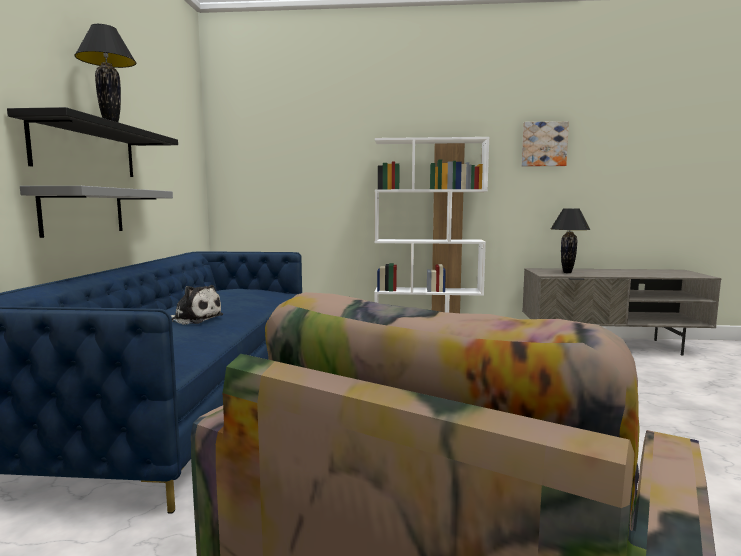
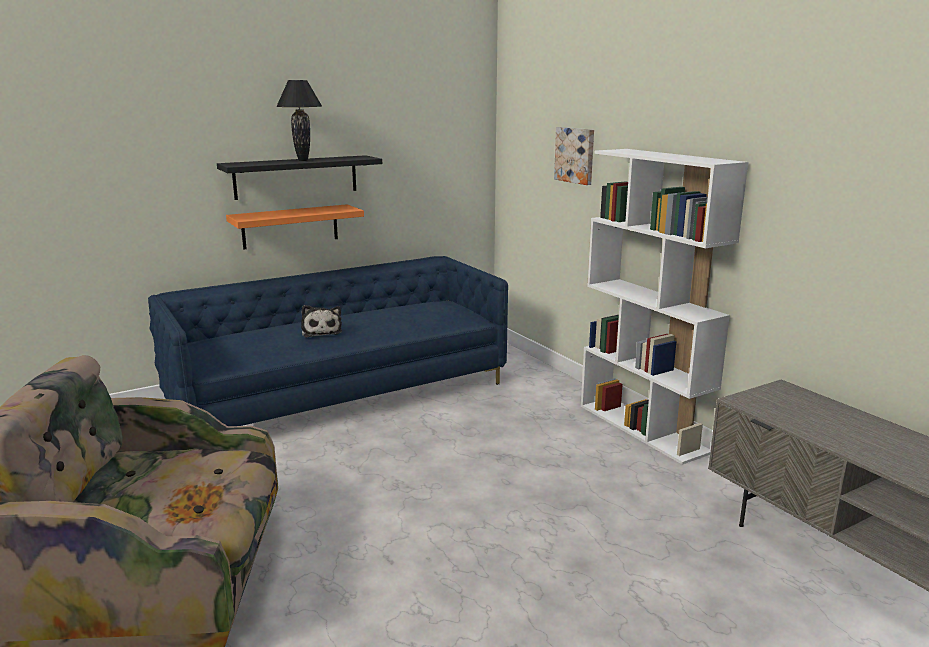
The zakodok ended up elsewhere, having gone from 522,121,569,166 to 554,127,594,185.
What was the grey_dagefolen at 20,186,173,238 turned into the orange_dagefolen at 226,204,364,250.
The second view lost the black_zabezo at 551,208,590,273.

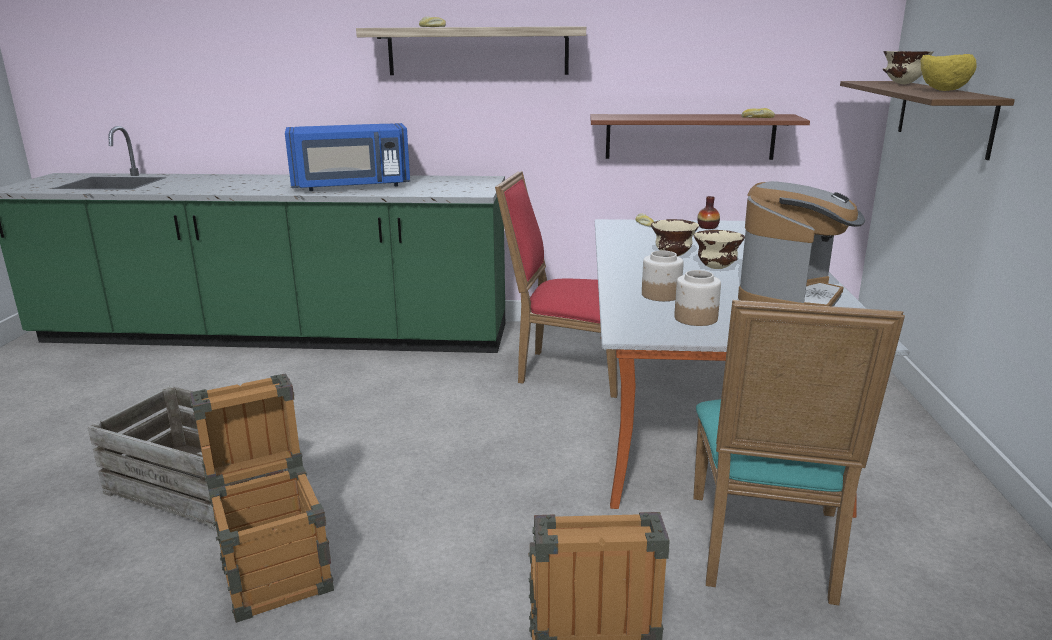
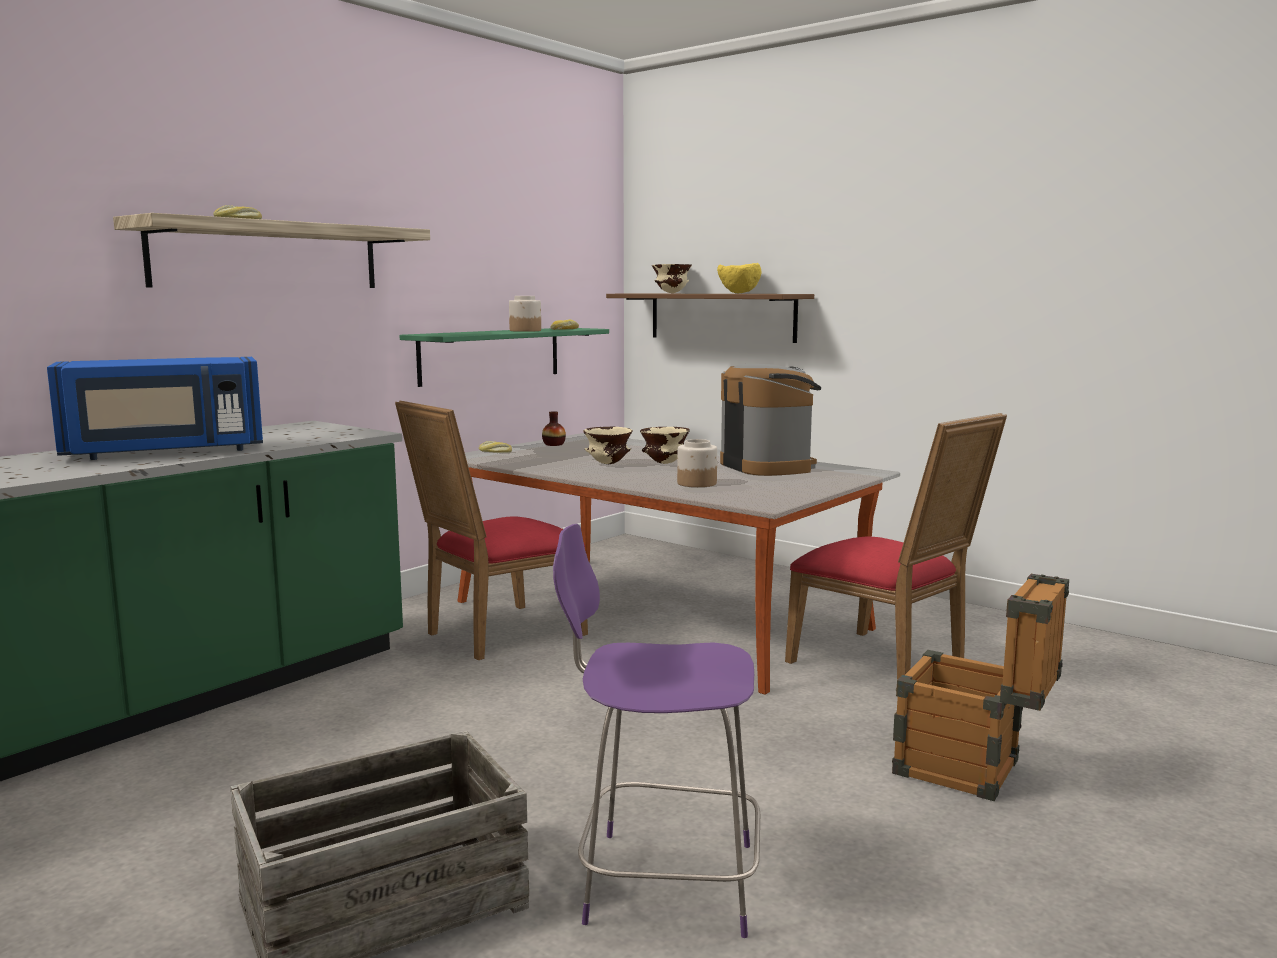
What was the brown_dagefolen at 590,114,810,160 turned into the green_dagefolen at 399,328,609,387.
The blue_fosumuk at 285,123,410,191 ended up facing another way, 45 degrees clockwise from before.
The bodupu ended up elsewhere, having gone from 674,270,721,326 to 509,296,541,332.
What was the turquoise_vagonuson at 693,300,905,605 turned into the red_vagonuson at 785,413,1007,680.
Where the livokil stood at 190,373,334,623, the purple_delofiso came to stand at 553,524,760,938.

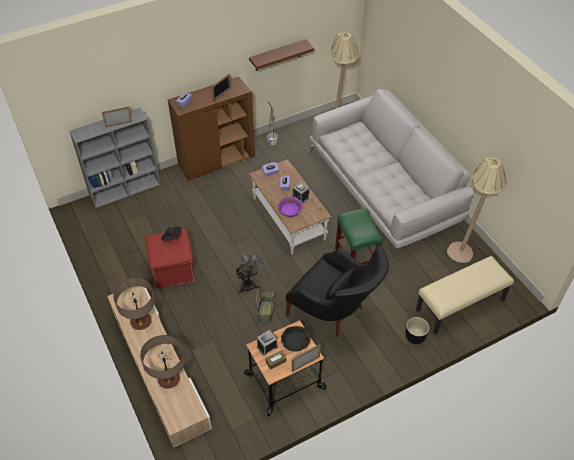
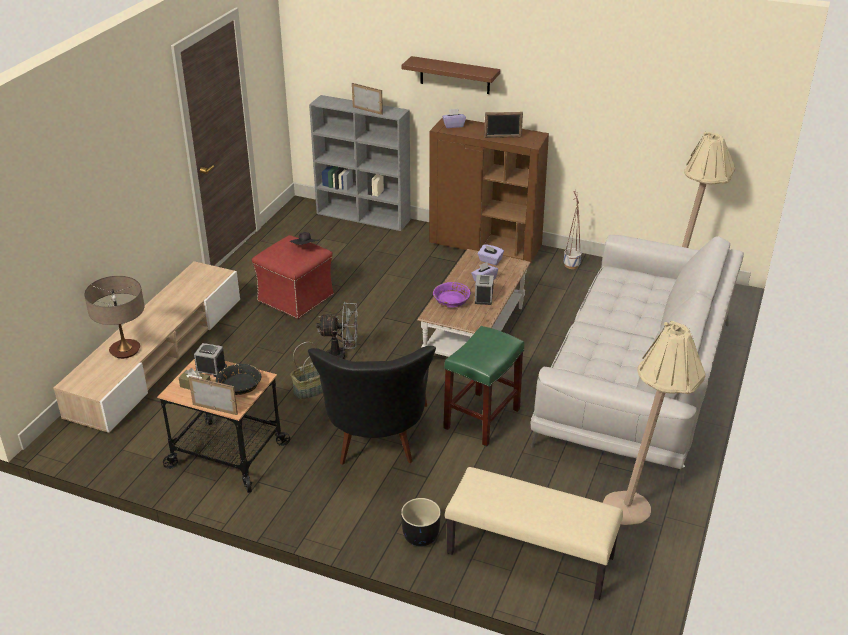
The brown_dagefolen ended up elsewhere, having gone from 249,39,314,71 to 402,56,500,94.
The second view lost the zabezo at 113,277,155,330.

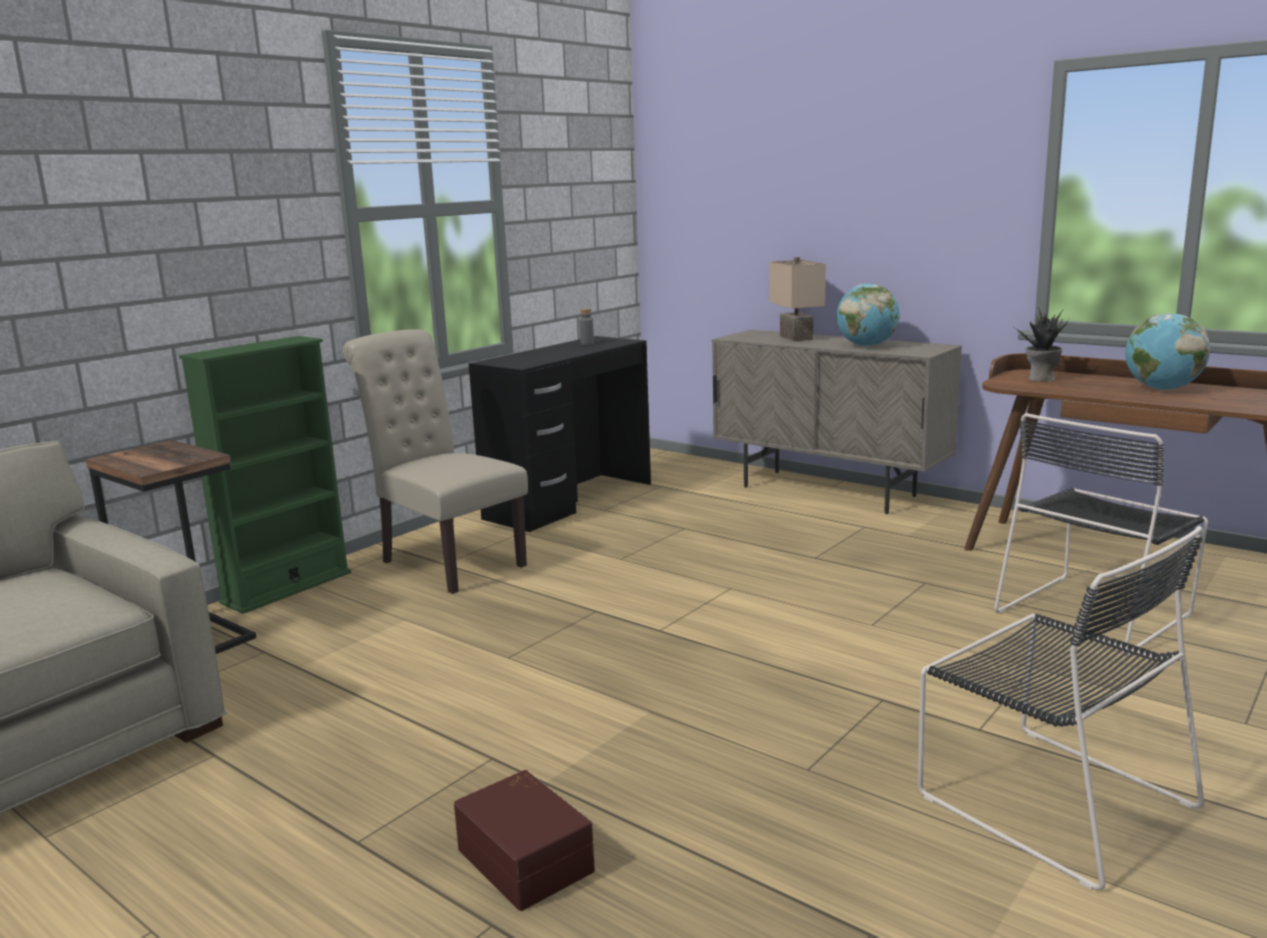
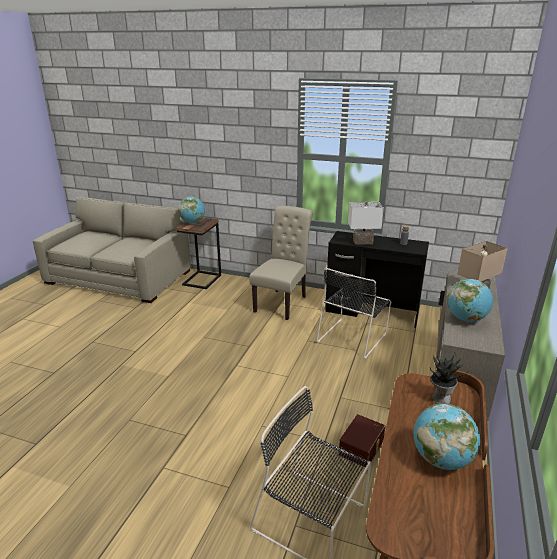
The second view lost the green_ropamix at 179,336,351,614.
The black_vagonuson ended up elsewhere, having gone from 918,526,1204,890 to 317,268,391,359.
The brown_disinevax ended up elsewhere, having gone from 454,770,595,911 to 339,414,385,467.
The second view gained the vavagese at 178,197,205,224.
The second view gained the white_zabezo at 348,201,384,244.

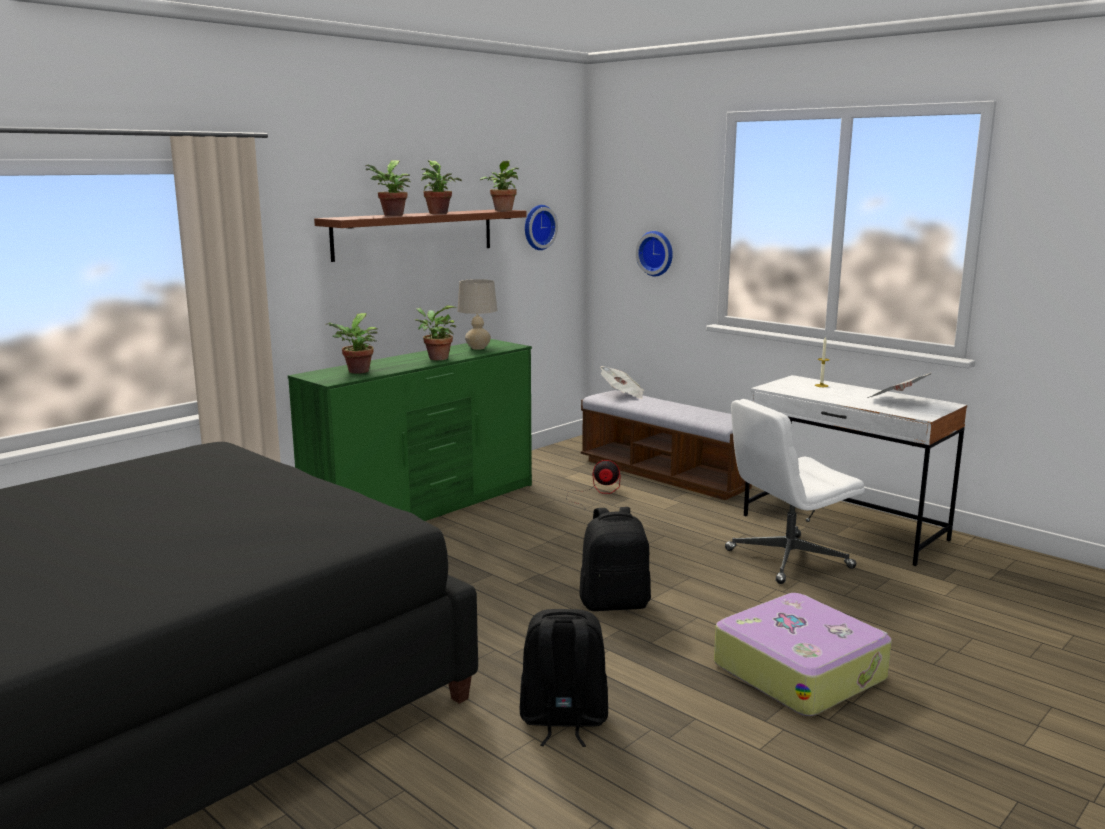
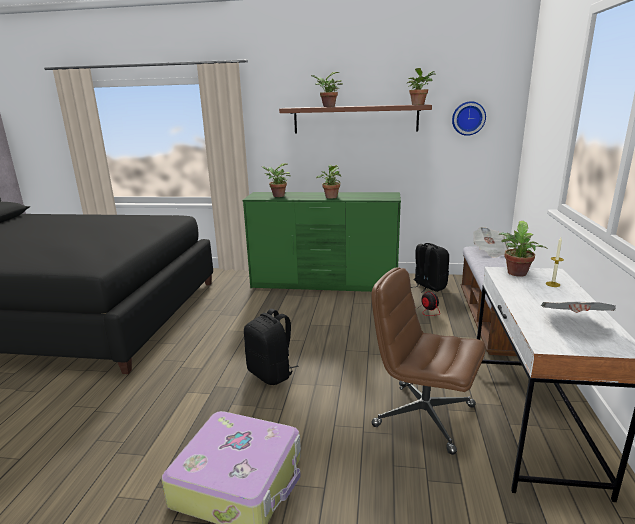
The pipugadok ended up elsewhere, having gone from 421,160,462,214 to 499,221,547,277.
The second view lost the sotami at 636,231,673,276.
The second view lost the beige_zabezo at 457,279,497,350.
What was the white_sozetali at 725,399,865,584 turned into the brown_sozetali at 371,267,485,455.
The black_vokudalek ended up elsewhere, having gone from 519,609,608,747 to 411,243,449,293.

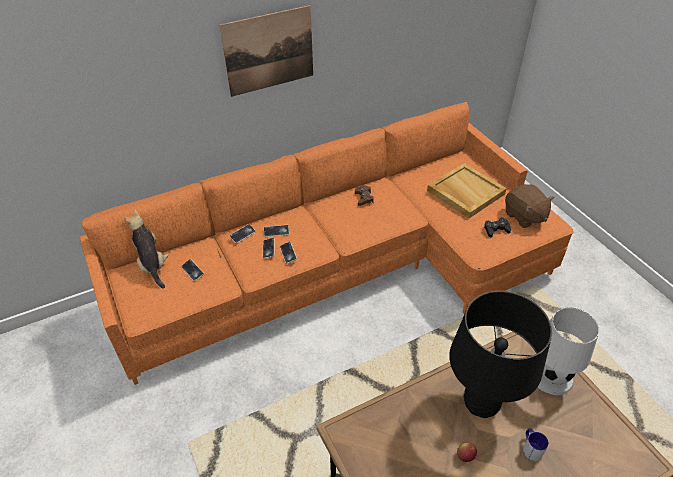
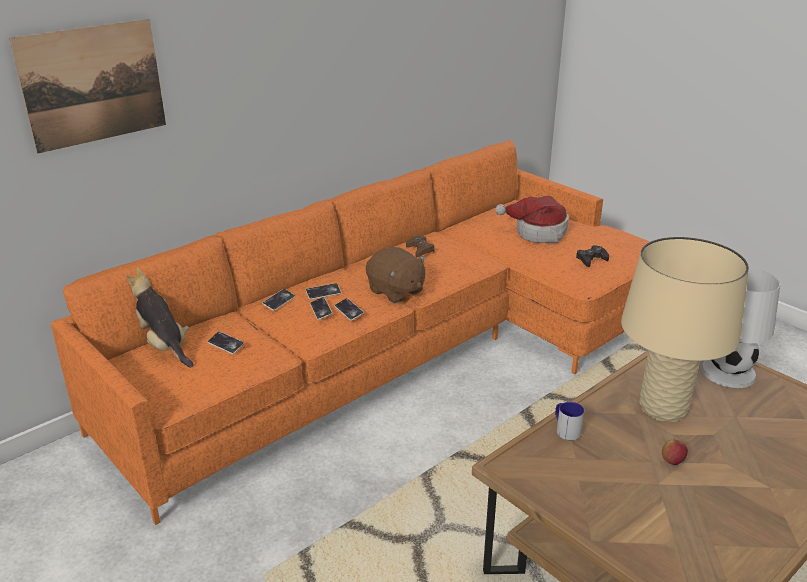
The zakodok ended up elsewhere, having gone from 220,5,313,97 to 9,19,166,153.
Where the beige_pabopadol stood at 427,163,507,218, the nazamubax came to stand at 495,196,569,243.
The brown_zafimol ended up elsewhere, having gone from 505,184,554,228 to 366,247,426,303.
What was the black_zabezo at 449,291,552,418 turned into the beige_zabezo at 621,237,749,422.
The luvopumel ended up elsewhere, having gone from 523,428,549,461 to 555,402,584,440.

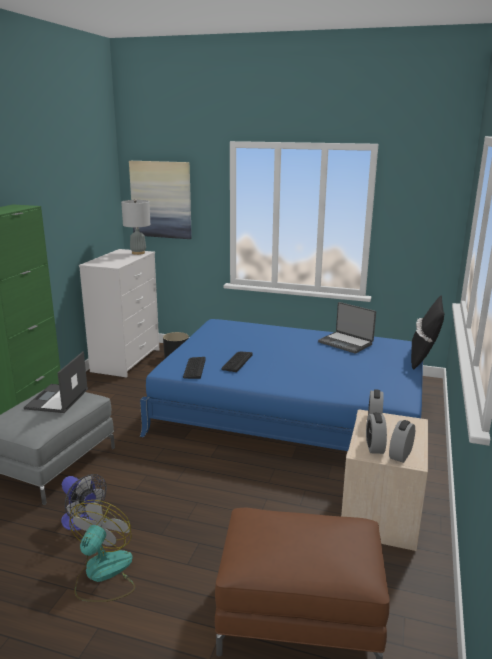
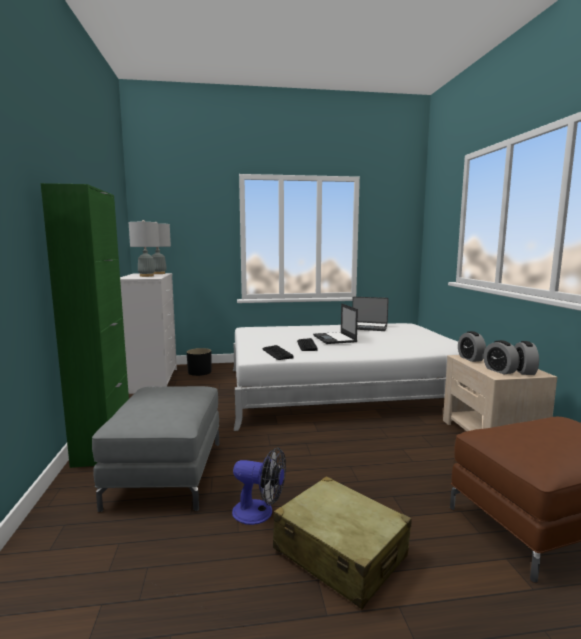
The second view lost the zakodok at 129,161,192,239.
The second view lost the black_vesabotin at 411,295,445,370.
What was the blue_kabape at 140,319,424,451 turned into the white_kabape at 233,323,459,431.
The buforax ended up elsewhere, having gone from 24,351,88,413 to 313,303,358,344.
Where the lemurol stood at 70,500,135,602, the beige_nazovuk came to stand at 273,476,412,609.
The second view gained the grey_zabezo at 129,220,160,277.

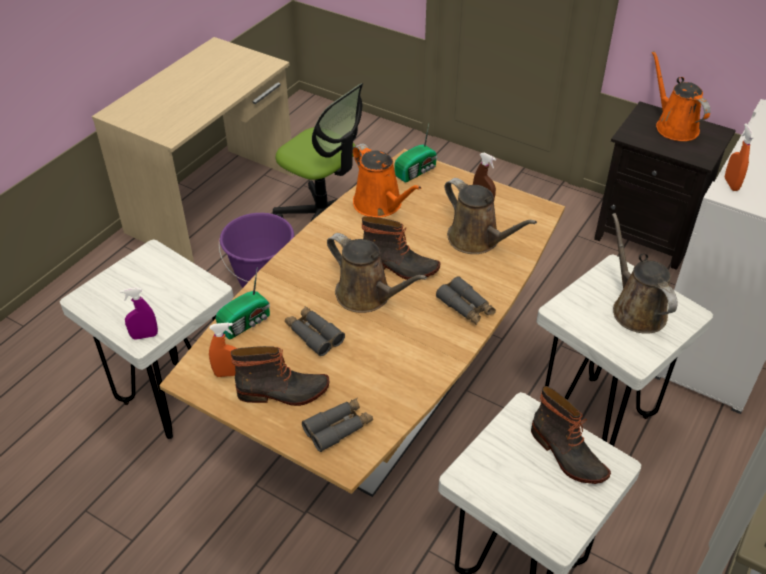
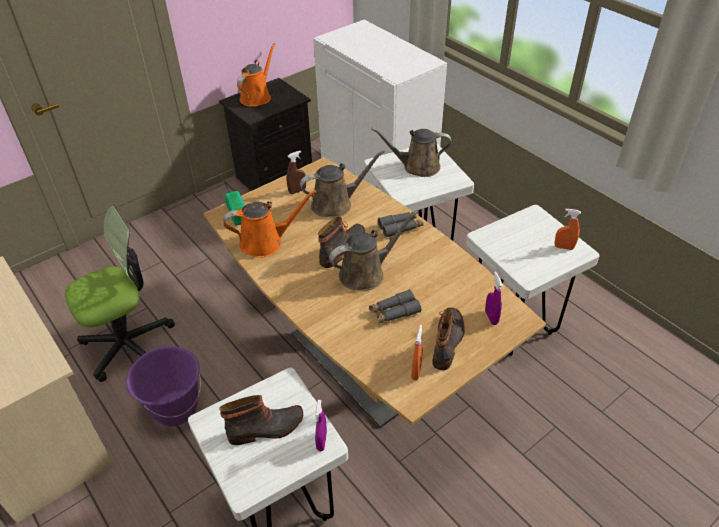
The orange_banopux at 652,51,711,141 ended up facing another way, 120 degrees clockwise from before.
The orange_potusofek ended up elsewhere, having gone from 725,123,755,191 to 554,209,581,250.
The second view lost the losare at 216,270,270,339.
The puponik ended up elsewhere, having gone from 531,386,611,484 to 219,395,303,445.
Where the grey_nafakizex stood at 302,398,373,452, the purple_potusofek came to stand at 485,271,503,325.

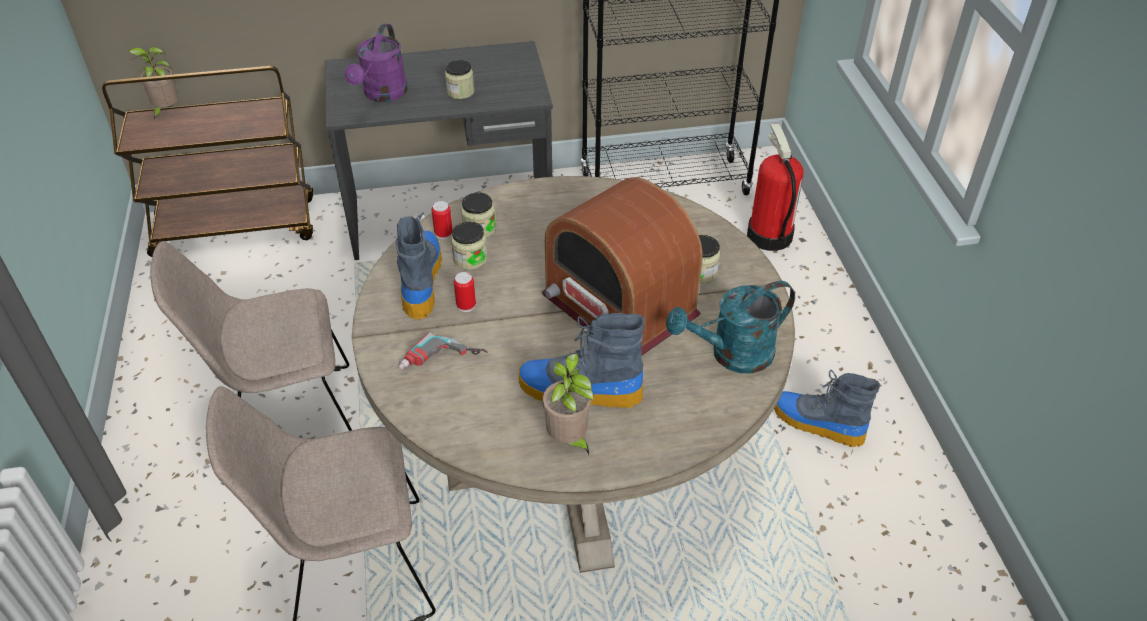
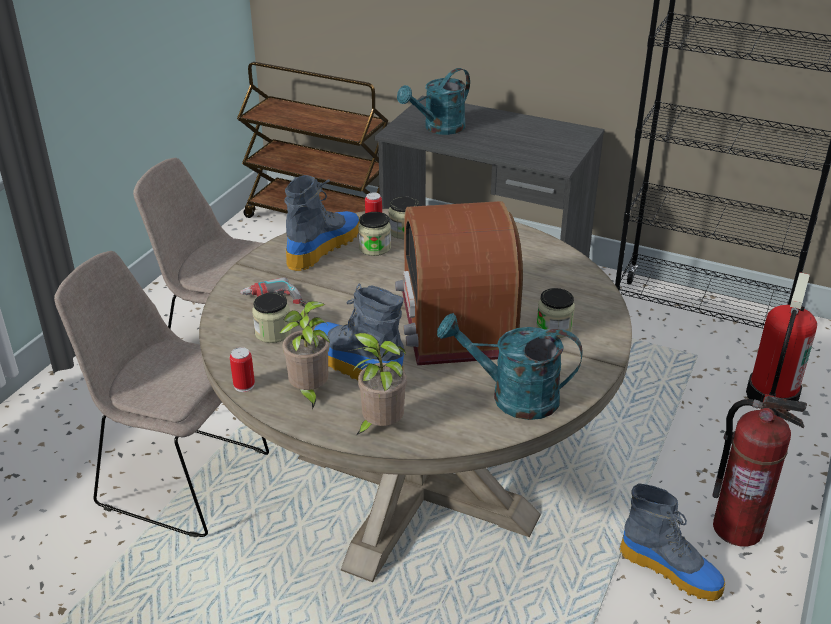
What was the purple_banopux at 345,24,408,102 turned into the turquoise_banopux at 397,68,470,135.
The pipugadok ended up elsewhere, having gone from 129,47,178,119 to 350,333,407,436.
The bodupu ended up elsewhere, having gone from 445,60,474,99 to 252,292,291,343.
The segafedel ended up elsewhere, having gone from 454,272,476,312 to 230,347,255,392.
The puponik at 774,370,880,447 ended up facing another way, 150 degrees clockwise from before.
The second view gained the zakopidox at 713,394,807,546.

